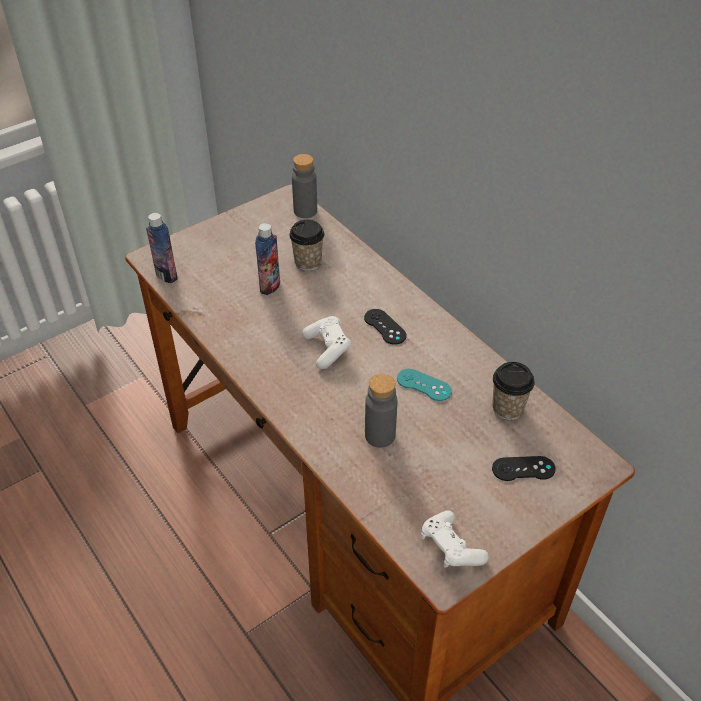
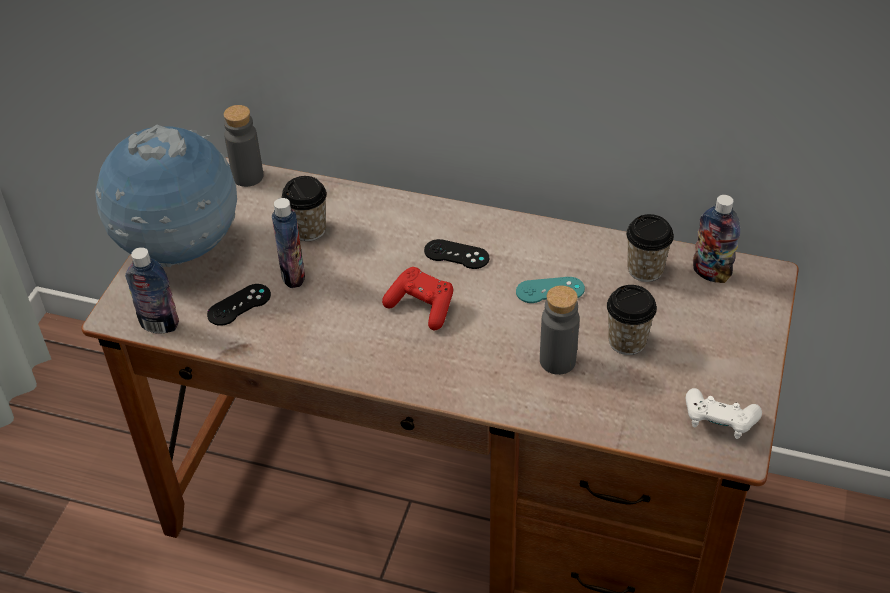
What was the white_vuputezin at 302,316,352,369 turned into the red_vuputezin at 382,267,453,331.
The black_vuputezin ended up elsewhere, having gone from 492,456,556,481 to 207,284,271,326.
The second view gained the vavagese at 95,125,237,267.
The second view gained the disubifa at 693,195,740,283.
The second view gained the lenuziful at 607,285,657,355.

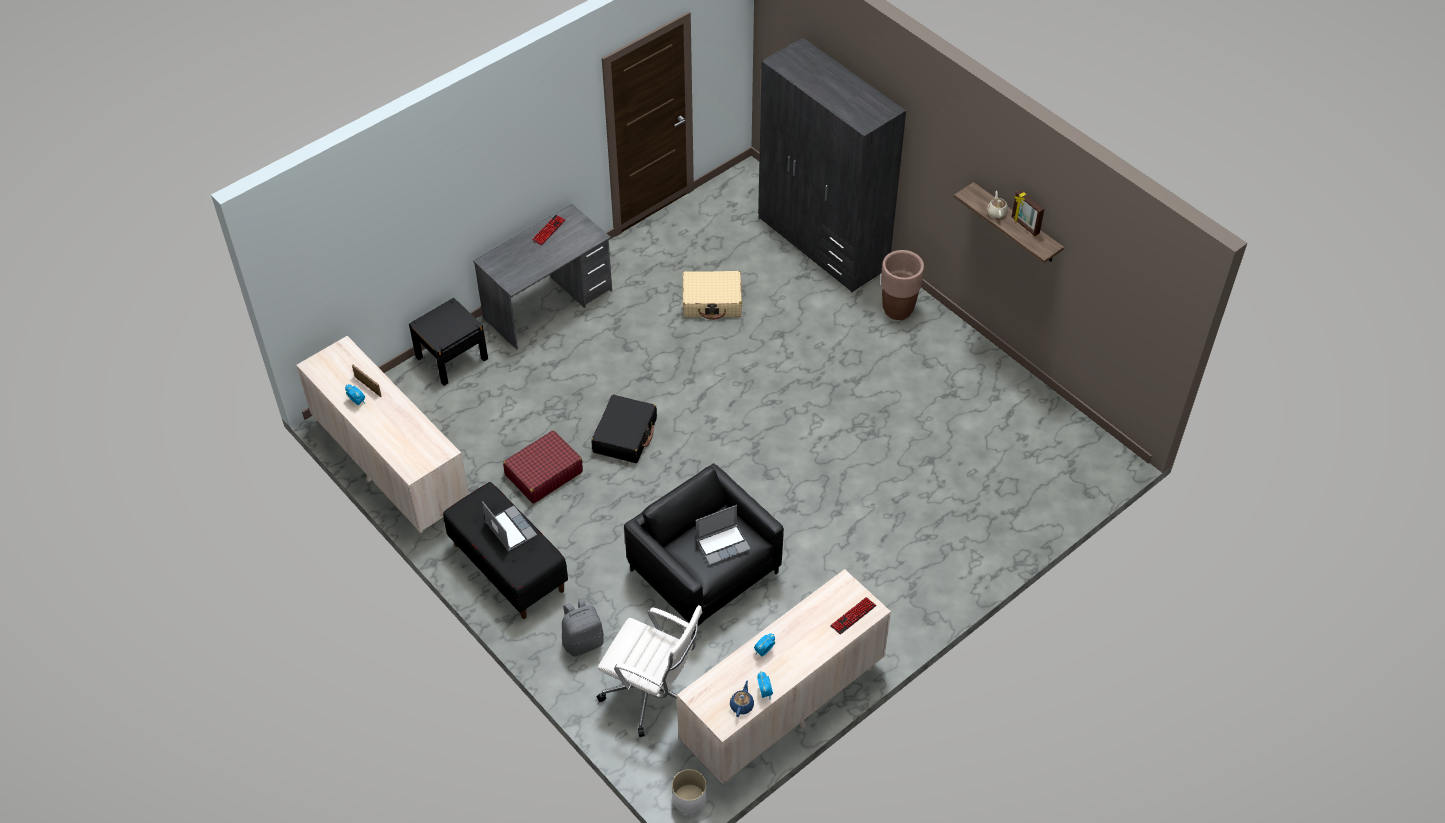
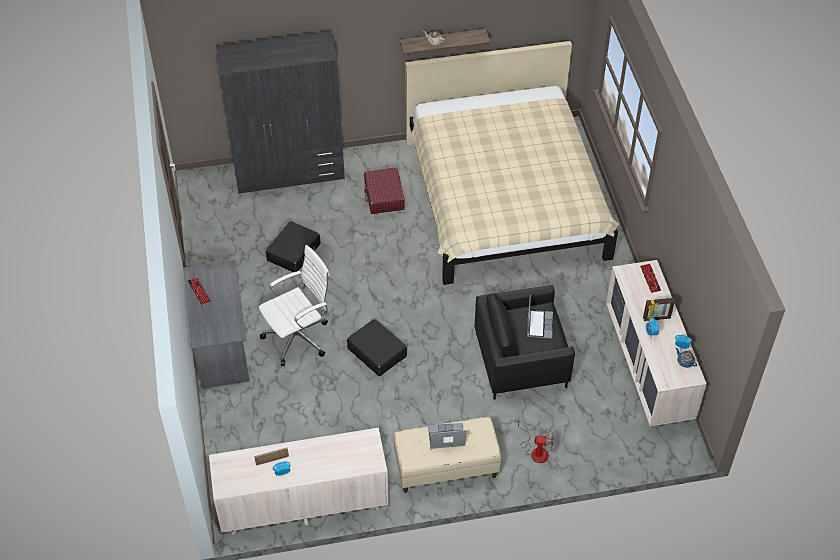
The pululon ended up elsewhere, having gone from 1011,190,1044,236 to 643,298,675,321.
The second view lost the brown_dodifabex at 881,250,924,320.
What was the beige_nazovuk at 682,271,742,320 turned into the black_nazovuk at 265,221,320,272.
The second view lost the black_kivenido at 409,298,488,386.
The red_nazovuk ended up elsewhere, having gone from 503,430,583,503 to 364,168,405,214.
What was the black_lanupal at 443,482,568,619 turned into the beige_lanupal at 393,417,501,493.
Where the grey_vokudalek stood at 562,597,604,657, the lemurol came to stand at 515,420,553,463.
The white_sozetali ended up elsewhere, having gone from 597,605,702,737 to 259,245,330,366.
The second view lost the white_dodifabex at 672,769,706,814.
The second view gained the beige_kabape at 405,41,619,285.

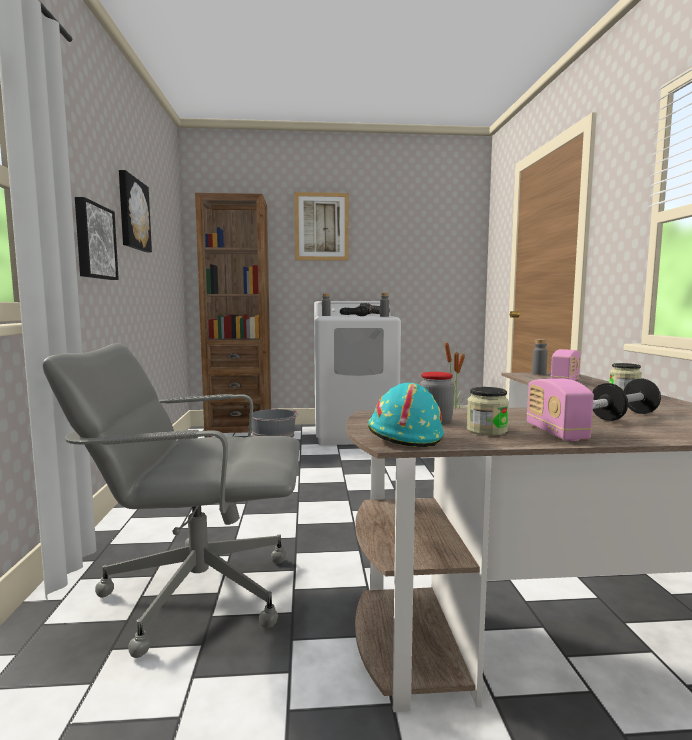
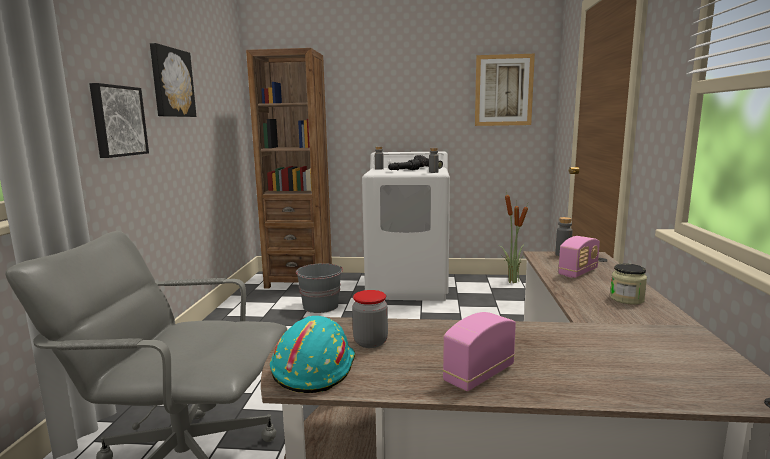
The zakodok ended up elsewhere, having gone from 294,192,349,261 to 475,54,535,126.
The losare at 527,379,594,441 ended up facing another way, 45 degrees clockwise from before.
The second view lost the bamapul at 592,379,661,421.
The second view lost the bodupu at 467,387,509,436.

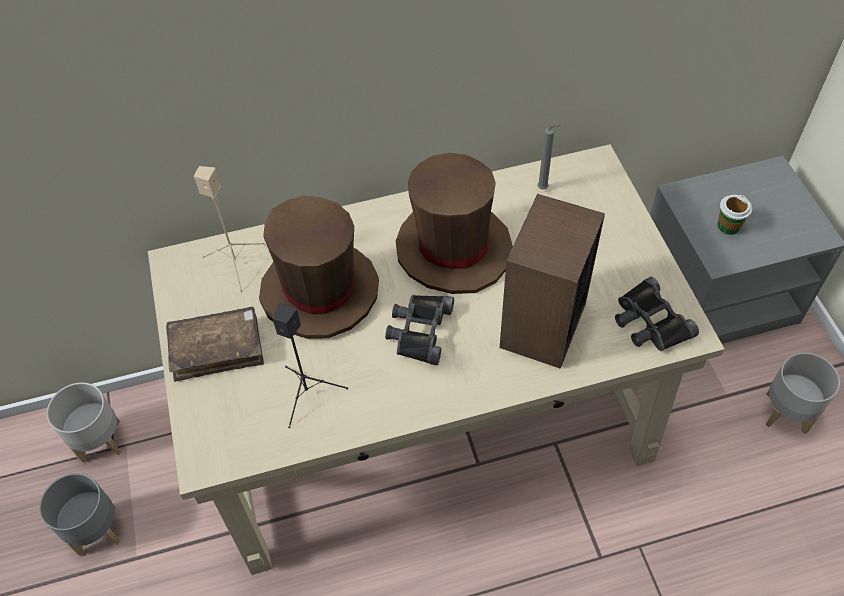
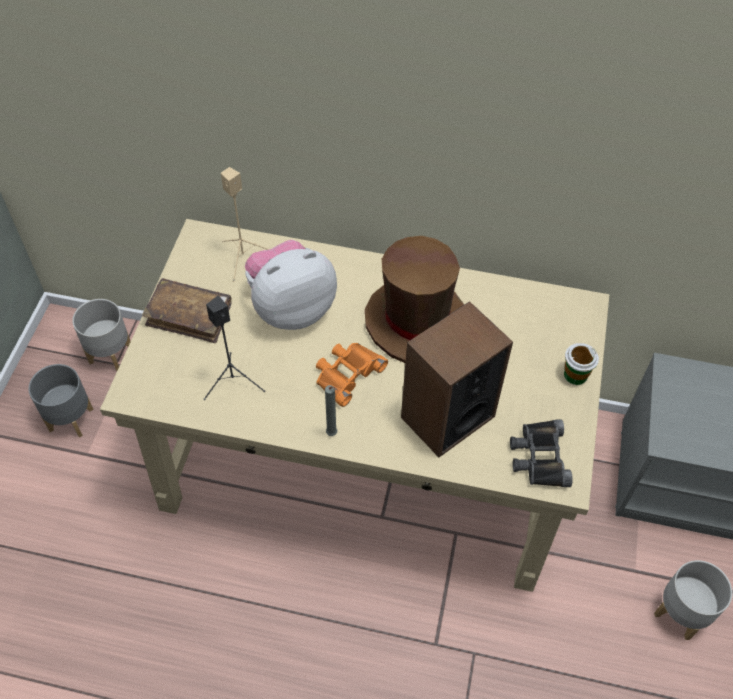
The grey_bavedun ended up elsewhere, having gone from 537,125,560,190 to 325,385,337,436.
The lenuziful ended up elsewhere, having gone from 717,195,752,235 to 564,343,599,385.
Where the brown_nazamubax stood at 259,196,379,339, the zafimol came to stand at 245,240,337,330.
What was the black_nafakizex at 385,295,454,365 turned into the orange_nafakizex at 316,343,388,407.

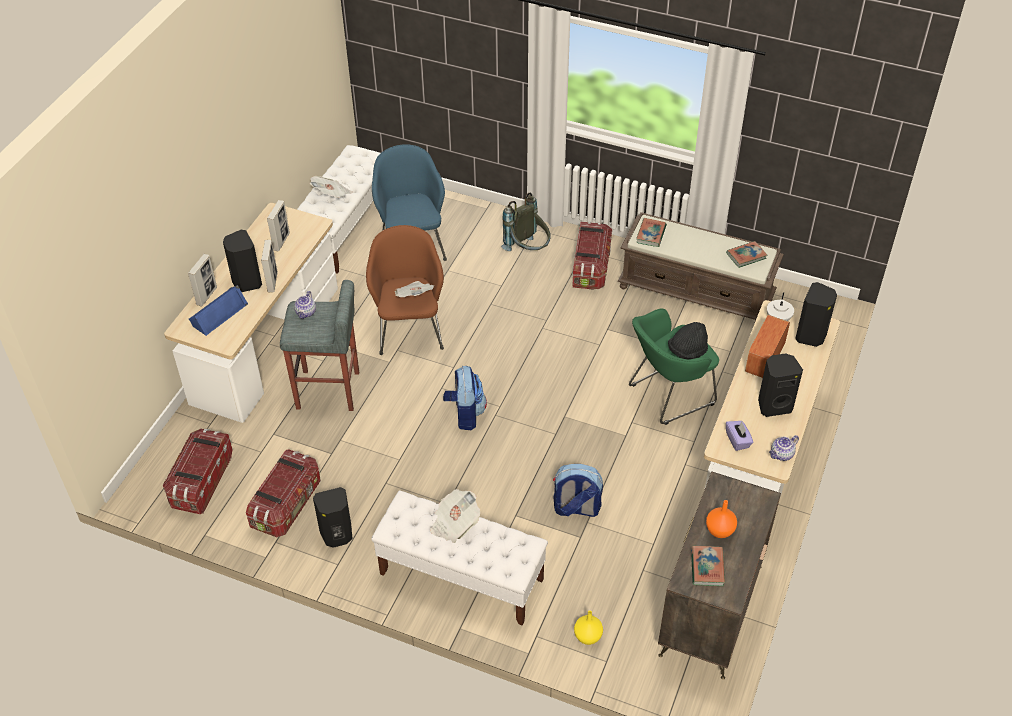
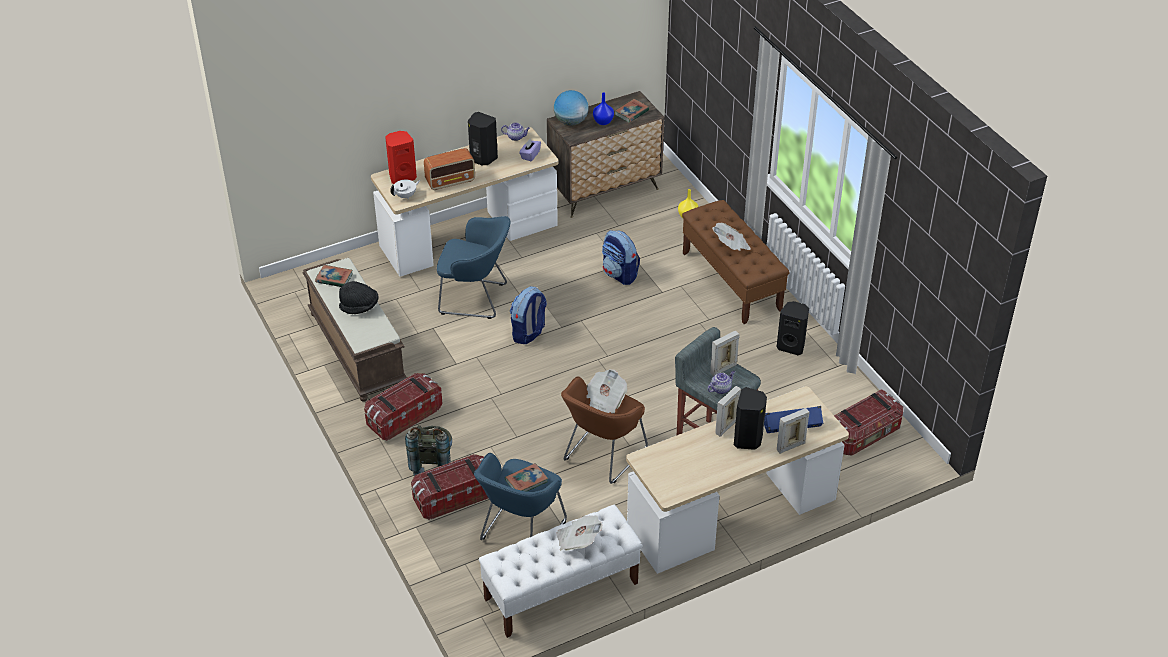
The pululon ended up elsewhere, having gone from 267,200,290,251 to 710,331,739,376.
The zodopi ended up elsewhere, having gone from 636,218,667,247 to 505,463,548,492.
What was the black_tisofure at 795,282,837,347 turned into the red_tisofure at 385,131,417,184.
What was the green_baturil at 629,308,719,425 turned into the blue_baturil at 437,216,510,319.
The black_nazamubax ended up elsewhere, having gone from 668,322,708,359 to 339,281,379,314.
The vokudalek ended up elsewhere, having gone from 443,366,487,430 to 510,286,547,344.
The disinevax ended up elsewhere, having gone from 246,450,321,537 to 411,454,488,520.
What was the white_lanupal at 371,491,548,626 turned into the brown_lanupal at 682,200,789,324.
What was the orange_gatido at 706,500,737,538 turned into the blue_gatido at 593,93,614,125.
The second view gained the vavagese at 554,90,589,126.

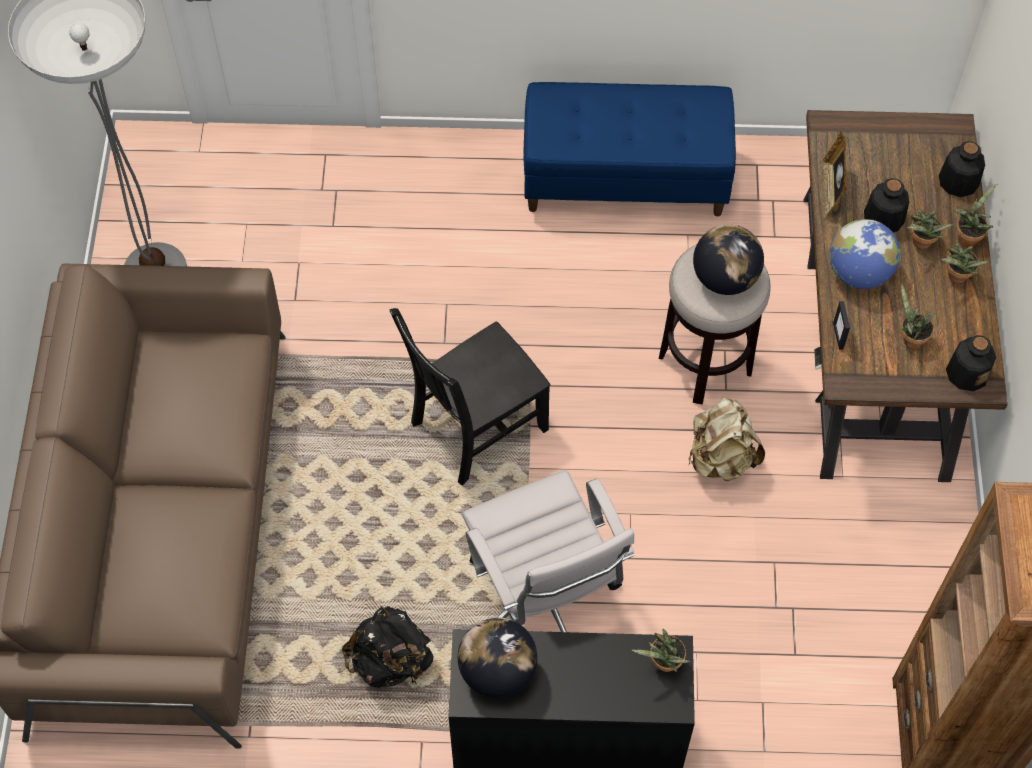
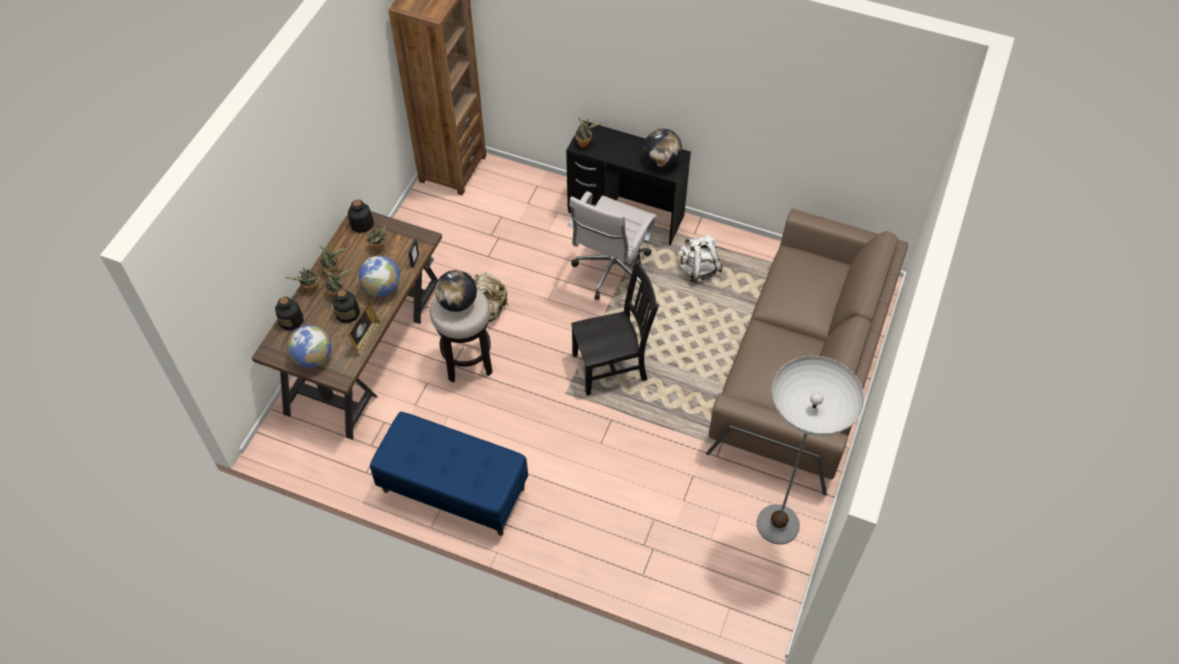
The white_sozetali at 462,470,635,632 ended up facing another way, 150 degrees counterclockwise from before.
What was the black_vokudalek at 342,606,434,688 turned into the white_vokudalek at 678,235,723,283.
The second view gained the vavagese at 288,325,332,368.

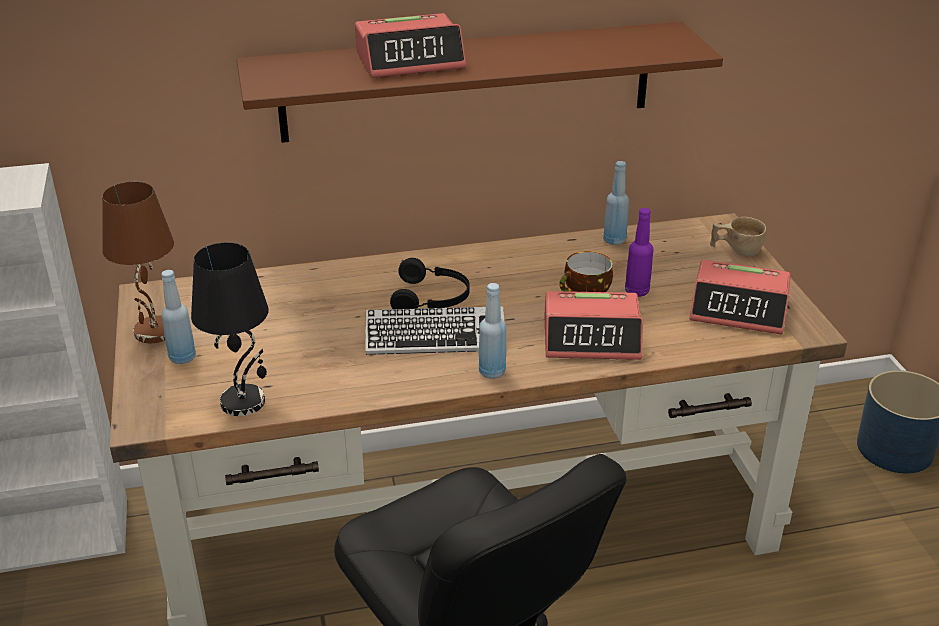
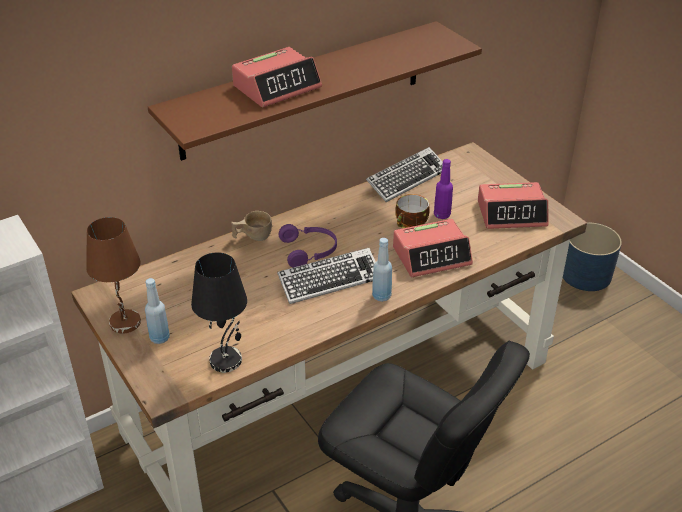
Where the blue_disubifa stood at 603,161,629,245, the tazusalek came to stand at 366,147,443,202.
The beige_lenuziful ended up elsewhere, having gone from 710,217,766,256 to 231,211,272,241.
What was the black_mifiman at 390,258,470,309 turned into the purple_mifiman at 279,224,337,268.

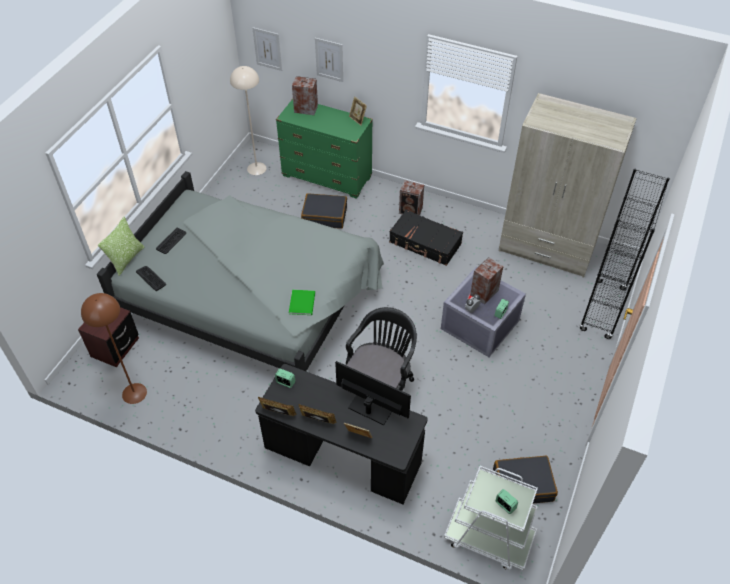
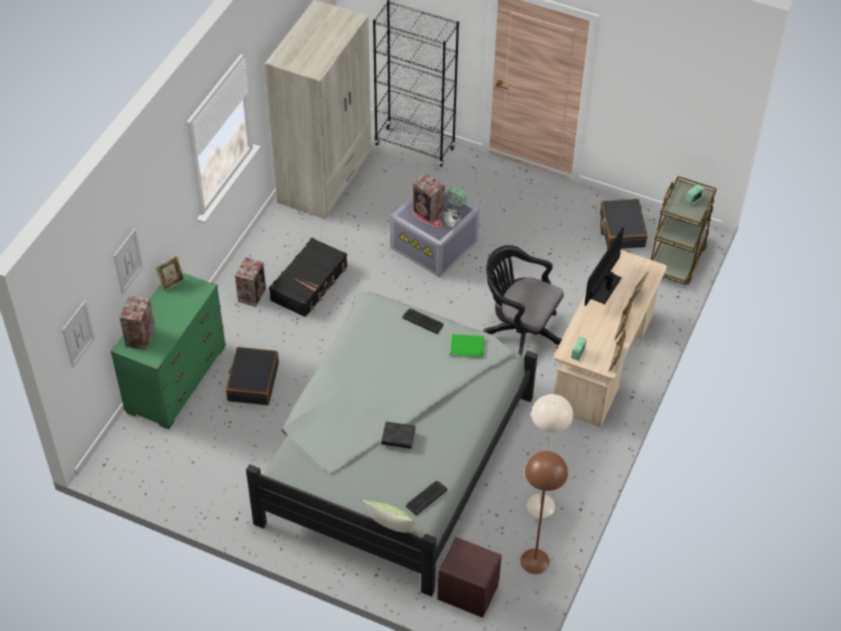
The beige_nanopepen ended up elsewhere, having gone from 230,66,267,175 to 527,394,573,518.
The tazusalek ended up elsewhere, having gone from 156,227,186,254 to 403,309,444,334.
What was the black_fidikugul at 255,364,428,504 turned into the beige_fidikugul at 554,250,667,428.
What was the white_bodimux at 444,466,538,571 turned into the brown_bodimux at 651,176,717,285.
The second view gained the black_zodopi at 381,422,416,449.

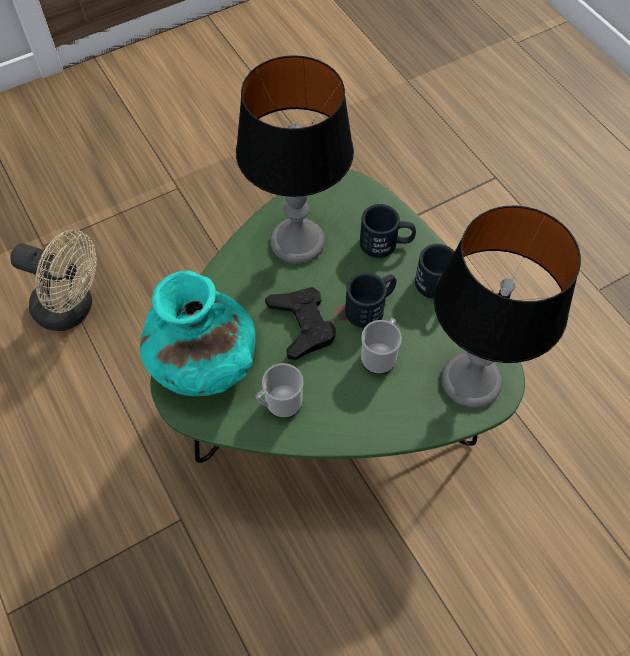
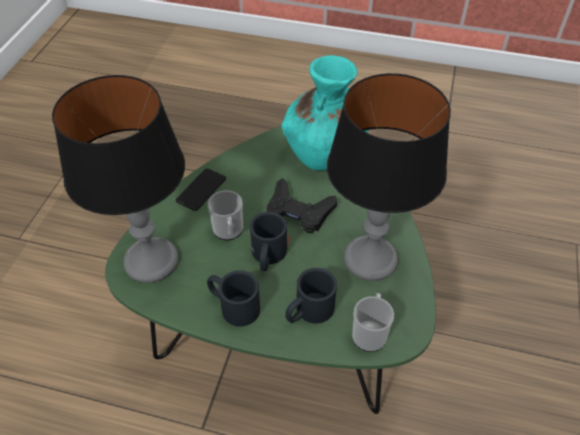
The second view lost the beige_lemurol at 10,230,97,331.
The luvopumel ended up elsewhere, having gone from 255,363,304,418 to 352,293,394,352.
The second view gained the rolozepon at 176,168,226,211.

